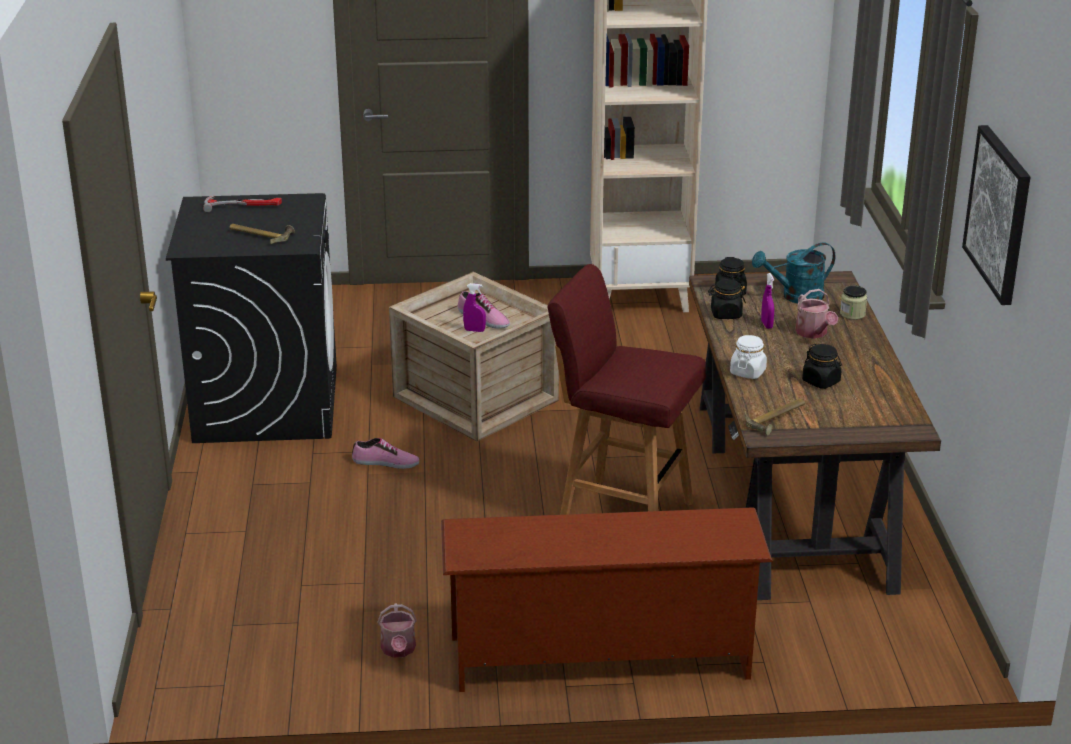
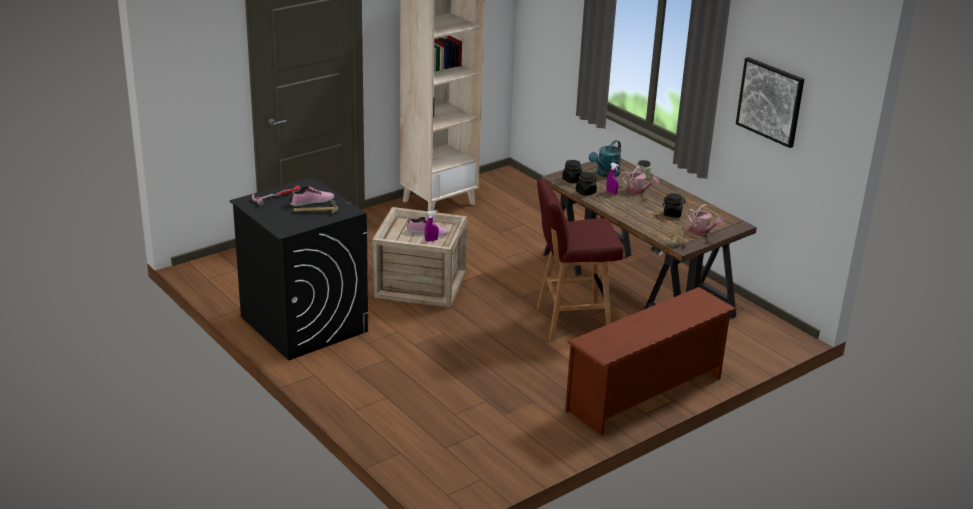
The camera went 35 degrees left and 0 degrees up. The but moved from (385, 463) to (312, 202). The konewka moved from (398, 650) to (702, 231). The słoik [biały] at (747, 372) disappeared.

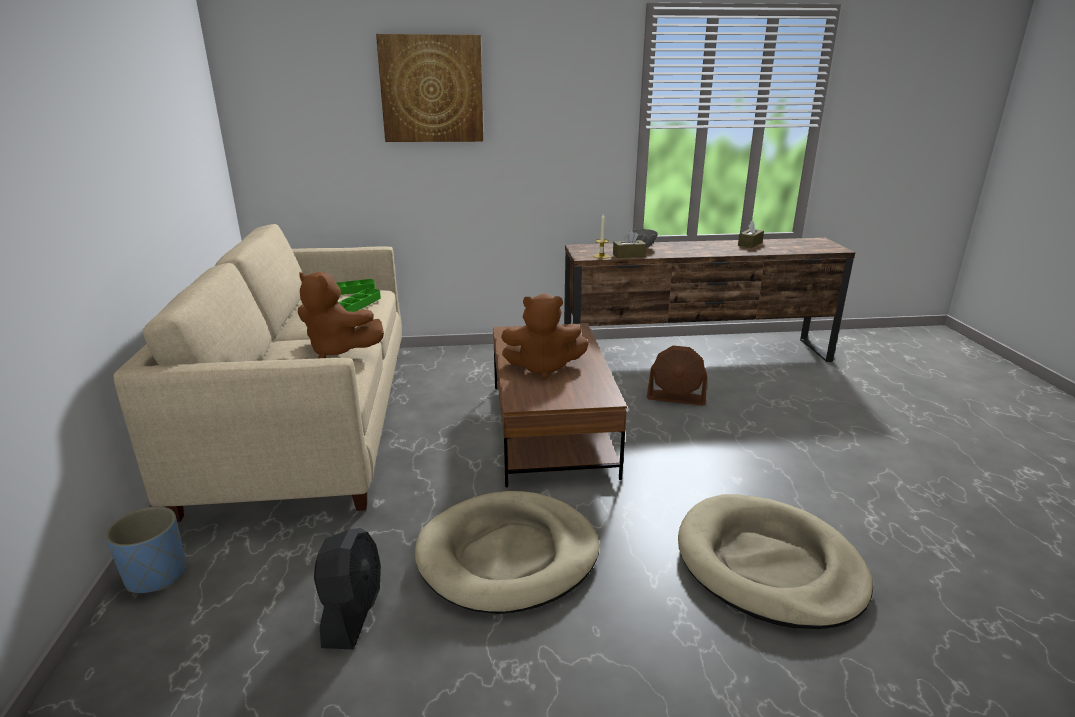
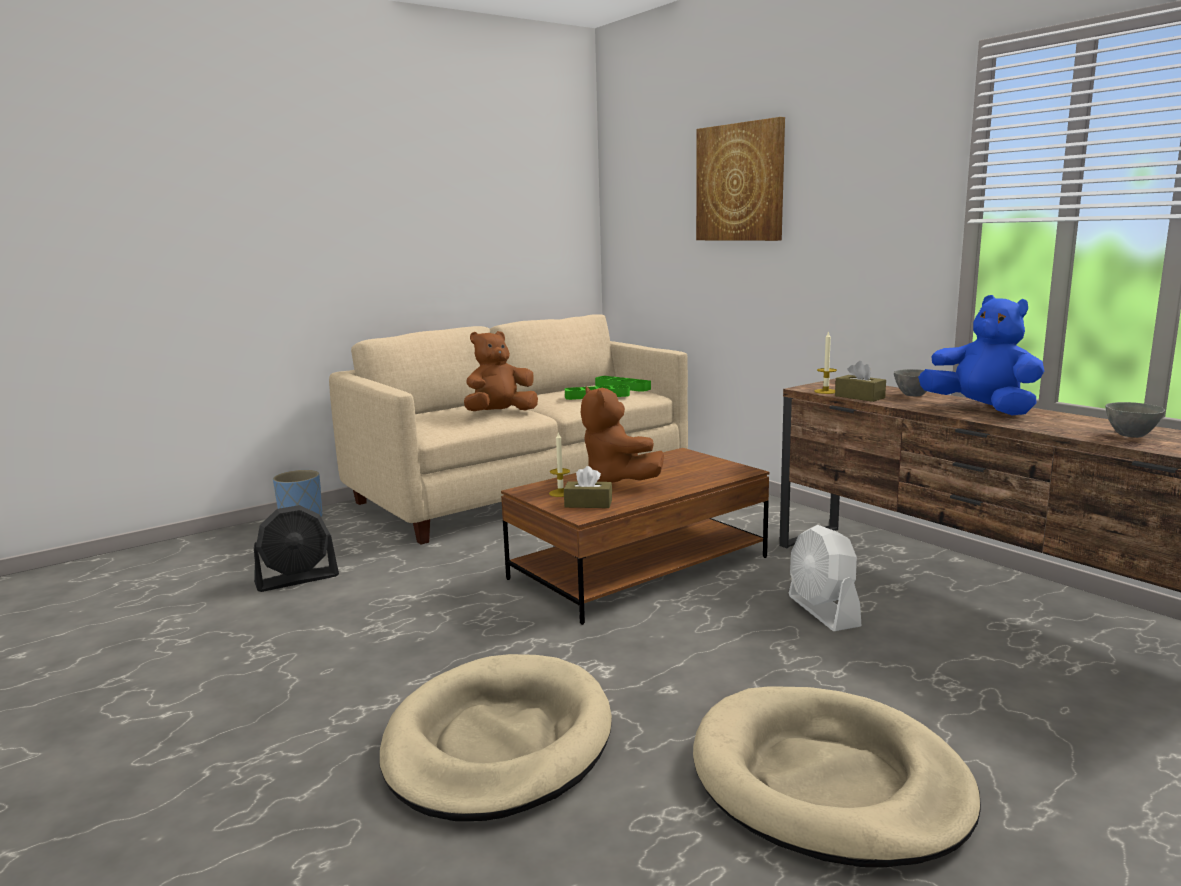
The camera went 60 degrees right and 10 degrees down. The pluszak [brązowy] at (338, 350) turned 60 degrees clockwise. The legowisko [beżowy] moved from (508, 555) to (828, 782). The wentylator [brązowy] at (676, 398) became the wentylator [biały] at (823, 611). The pudełko chusteczek [brązowy] moved from (750, 244) to (588, 504). The świeca at (560, 493) appeared. The pluszak [niebieski] at (982, 409) appeared. The miska [szary] at (1131, 436) appeared.

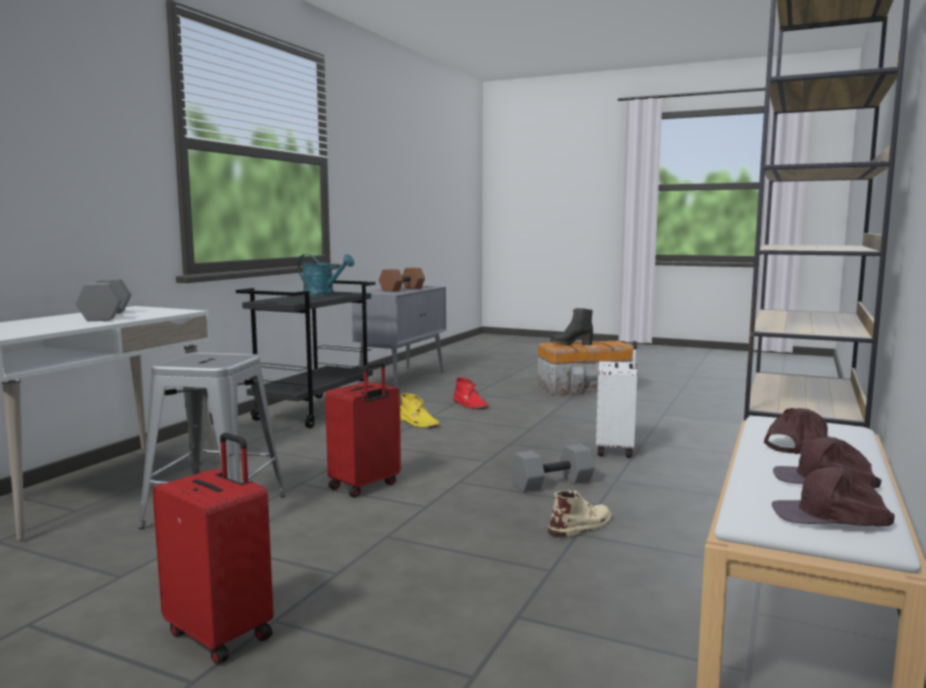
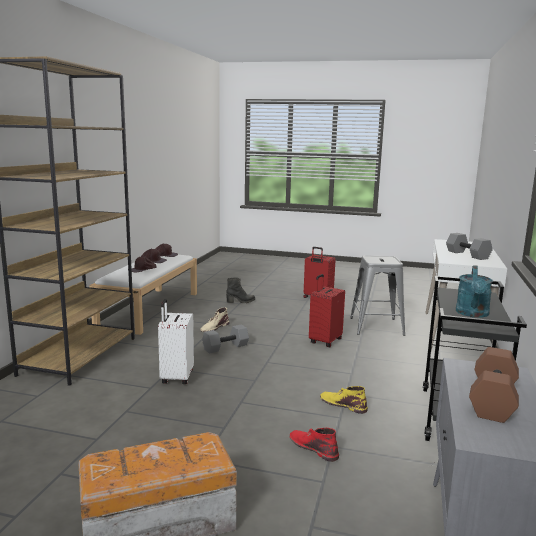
The camera went 170 degrees right and 5 degrees up. The konewka [turkusowy] at (323, 295) turned 90 degrees counterclockwise. The but z cholewką [czarny] moved from (571, 344) to (240, 301).

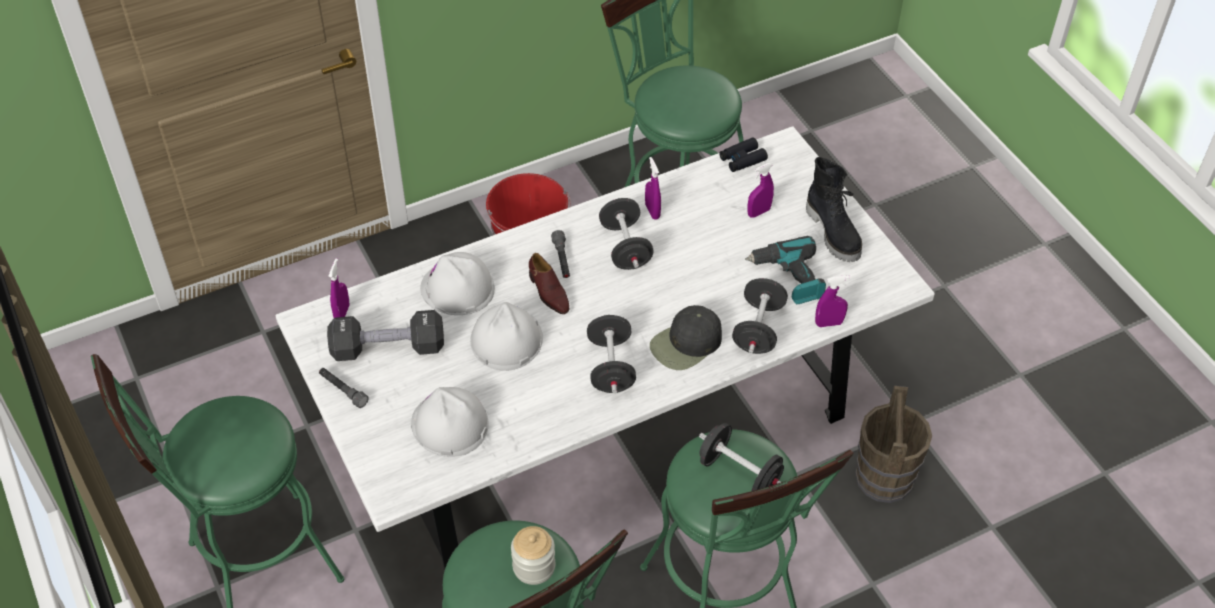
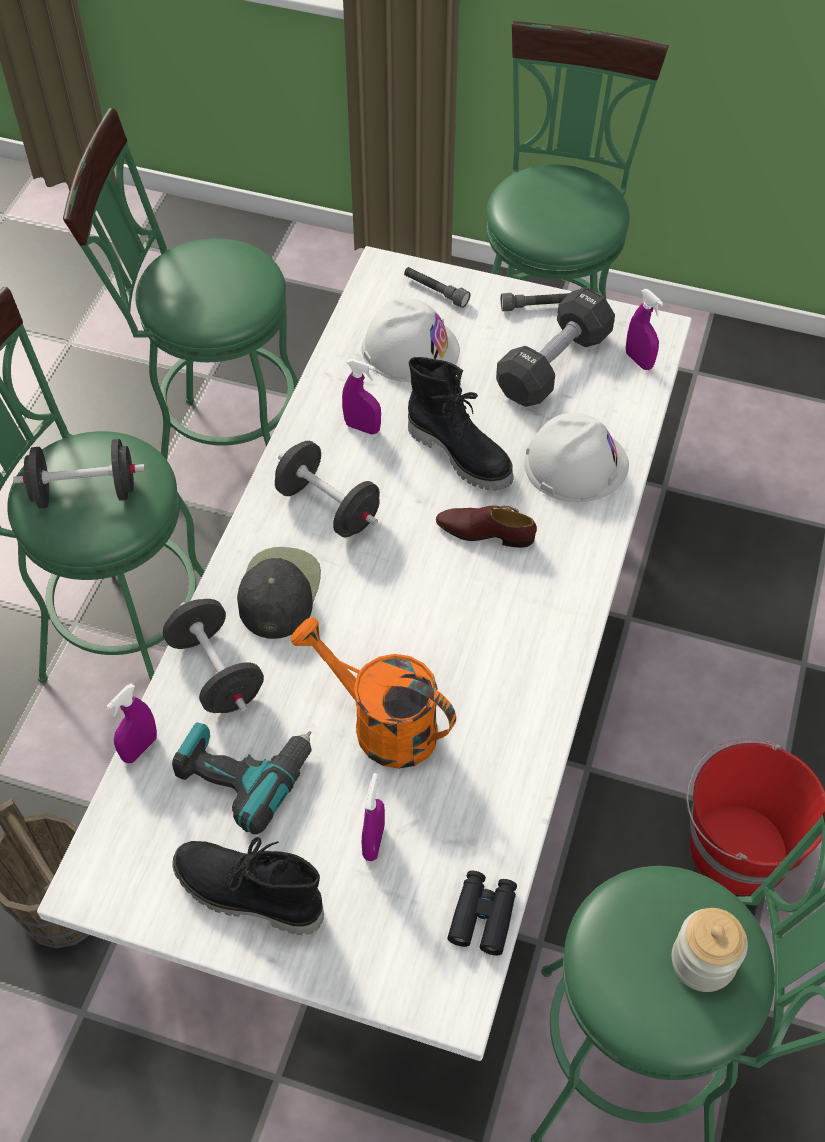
The camera went 135 degrees right and 5 degrees up. The kask [biały] at (506, 340) was replaced by the but z cholewką [czarny] at (461, 453). The słoik moved from (534, 567) to (703, 961). The latarka [szary] moved from (562, 259) to (435, 292). The hantel [czarny] at (625, 247) disappeared. The spryskiwacz [fioletowy] moved from (652, 211) to (362, 427). The konewka [pomarańczowy] at (381, 724) appeared.

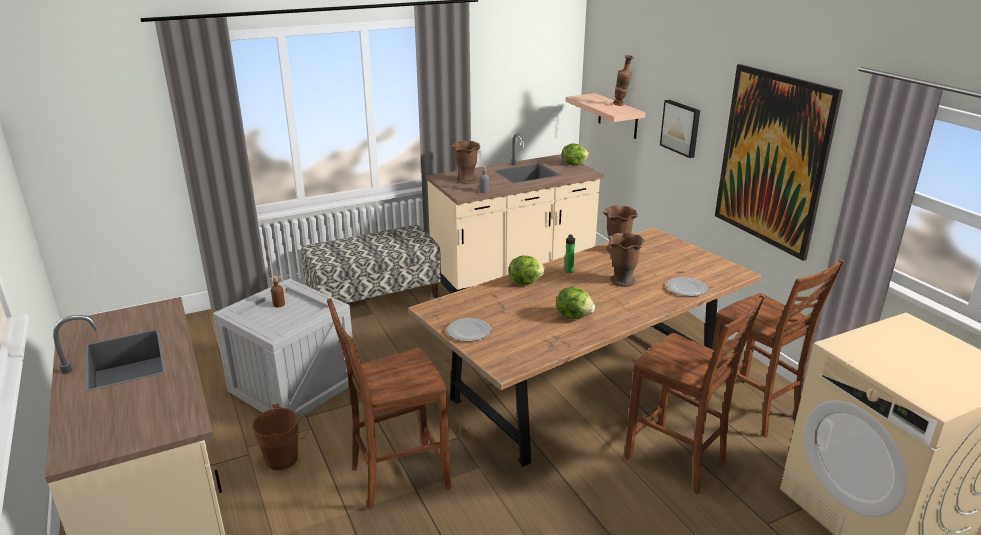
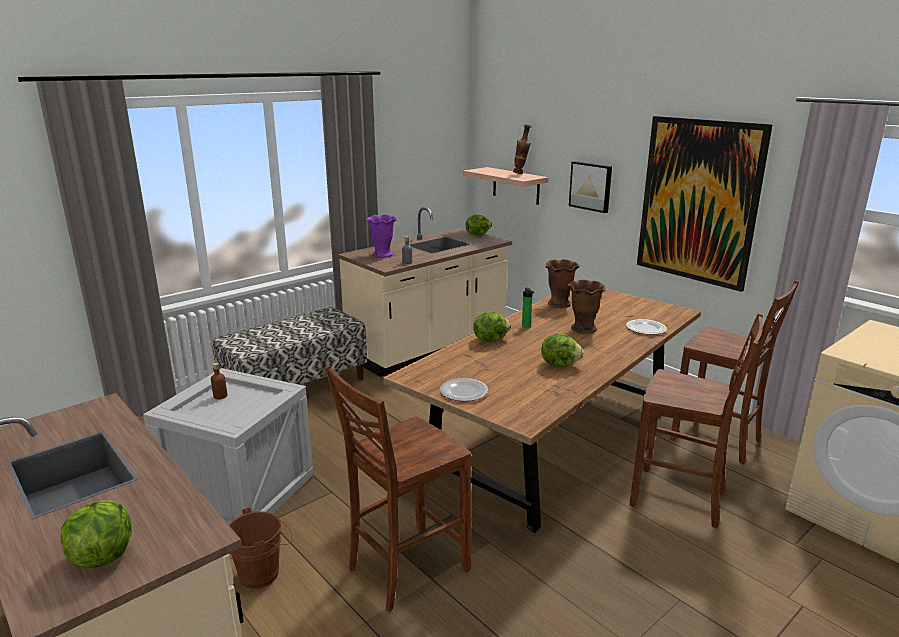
The camera went 15 degrees left and 5 degrees down. The wazon [brązowy] at (466, 180) became the wazon [fioletowy] at (382, 255). The sałata at (102, 555) appeared.

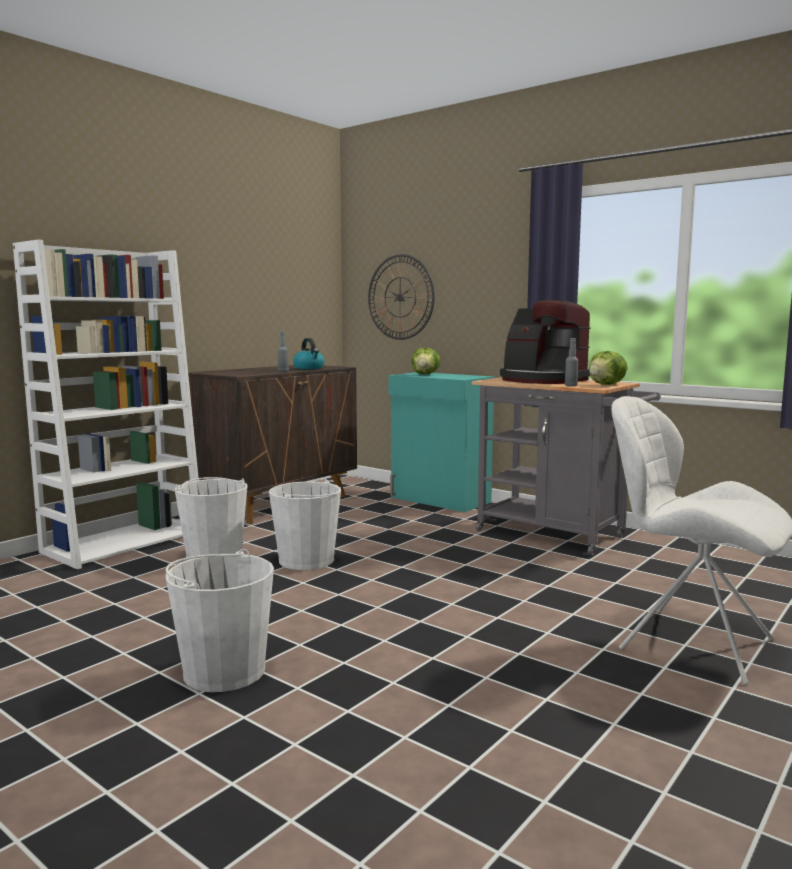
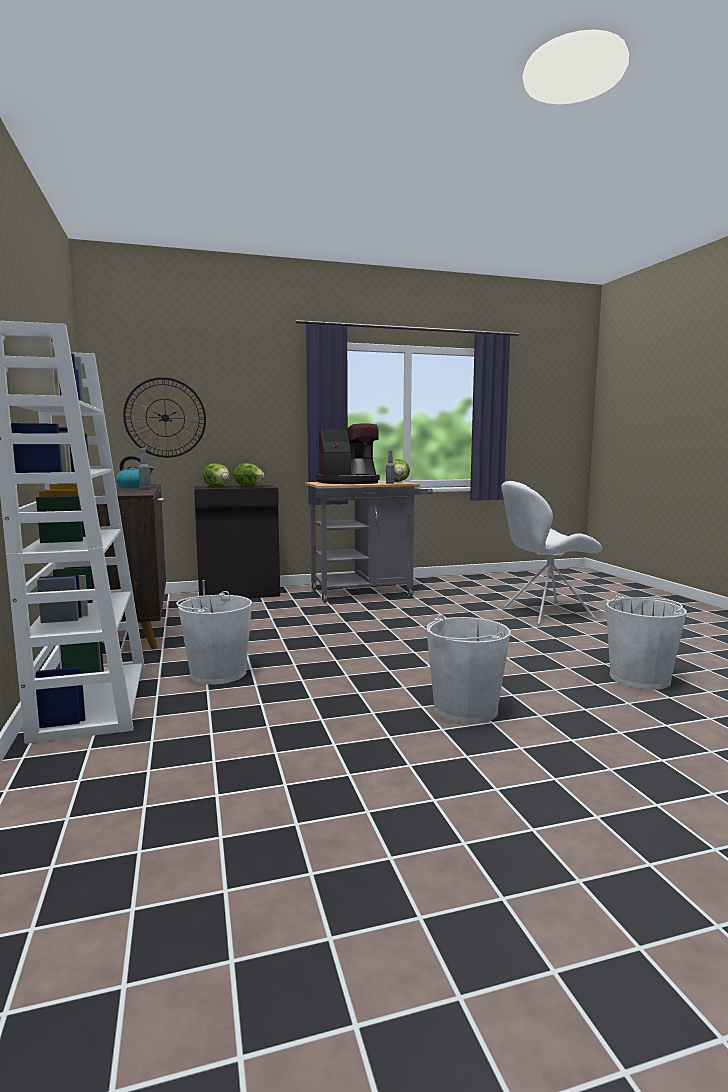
The camera went 55 degrees left and 0 degrees up. The wiadro [biały] moved from (307, 560) to (640, 678). The szafka [turkusowy] at (440, 500) became the szafka [czarny] at (239, 594). The sałata at (248, 486) appeared.

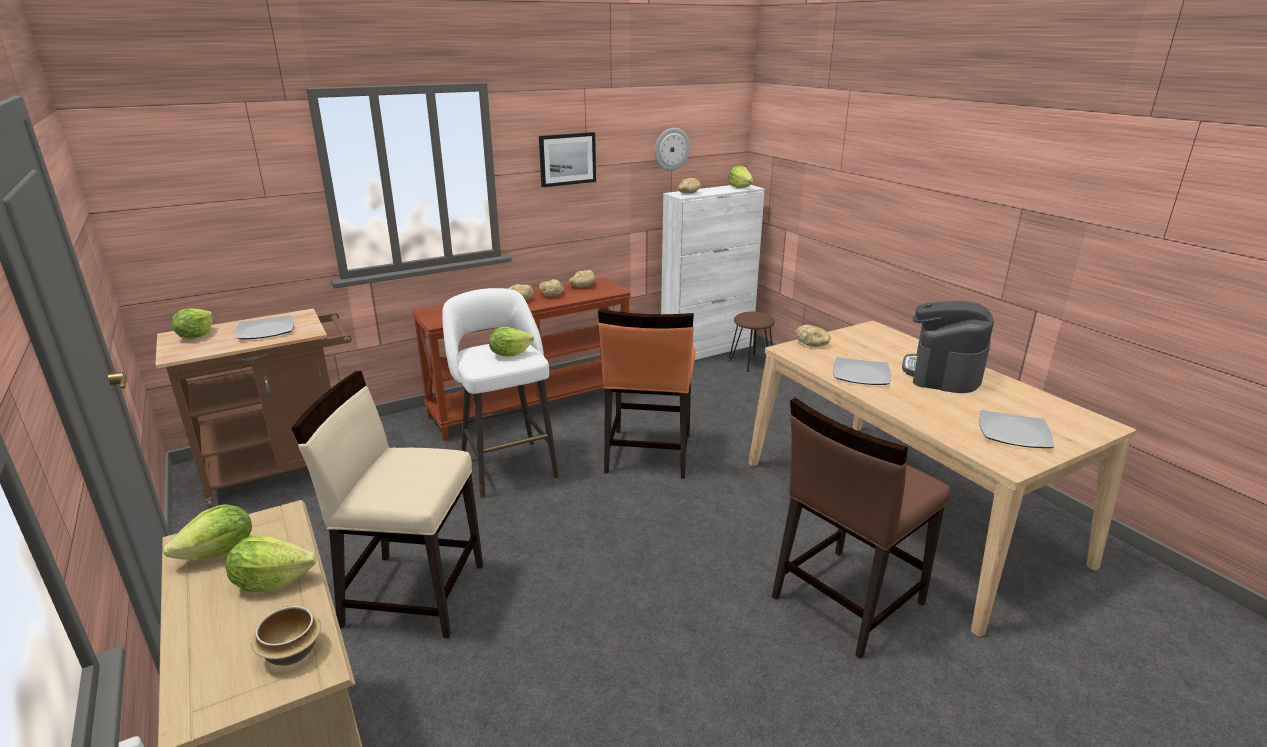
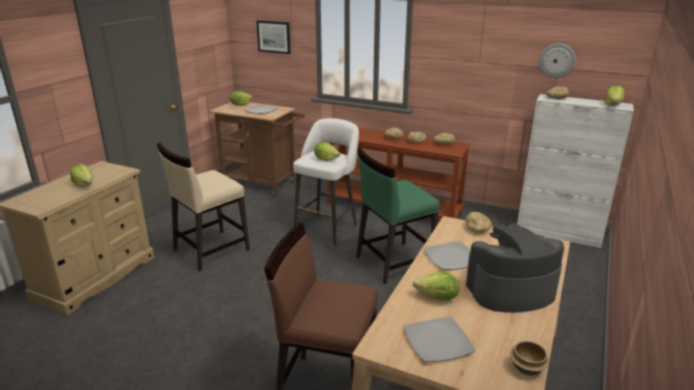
The camera went 55 degrees right and 0 degrees up. The sałata moved from (219, 552) to (437, 298). The miska moved from (291, 651) to (527, 367). The krzesło [beżowy] at (413, 593) turned 105 degrees counterclockwise. The obraz moved from (567, 159) to (274, 37). The krzesło [pomarańczowy] at (647, 454) became the krzesło [zielony] at (393, 262). The stołek [brązowy] at (751, 362) disappeared.

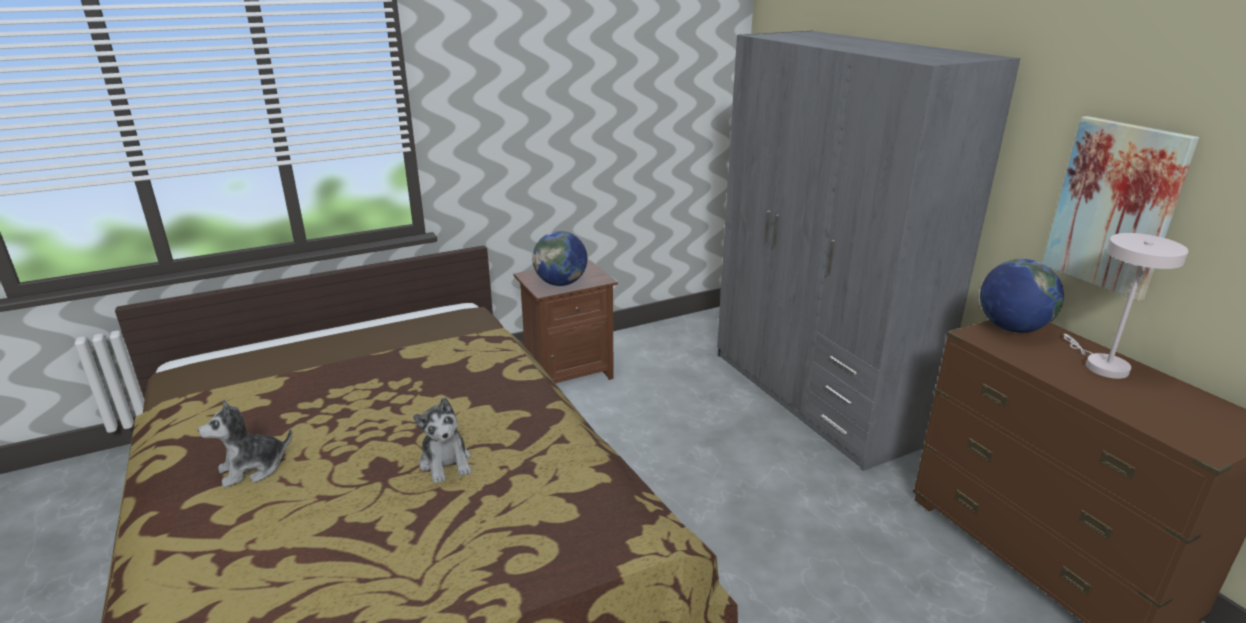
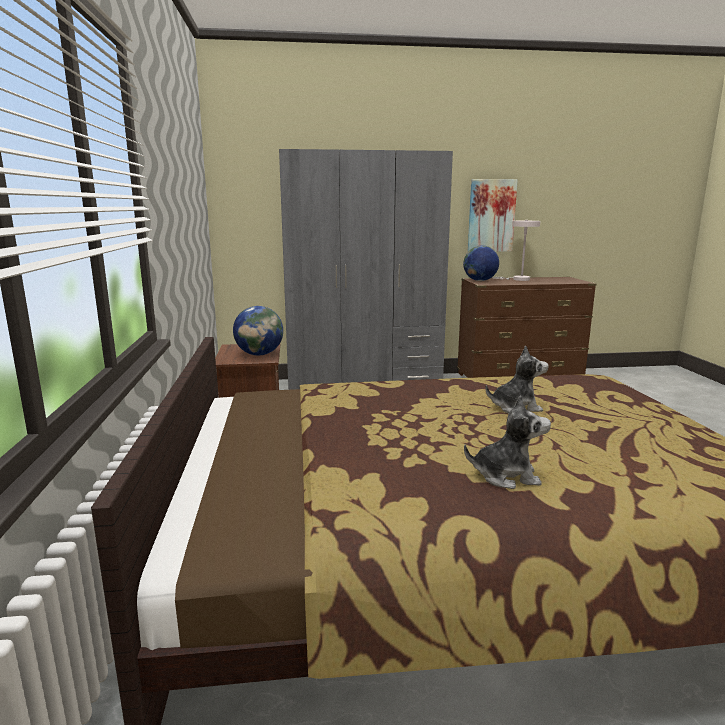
The camera went 70 degrees left and 10 degrees down. The pluszak at (252, 469) turned 75 degrees counterclockwise.

